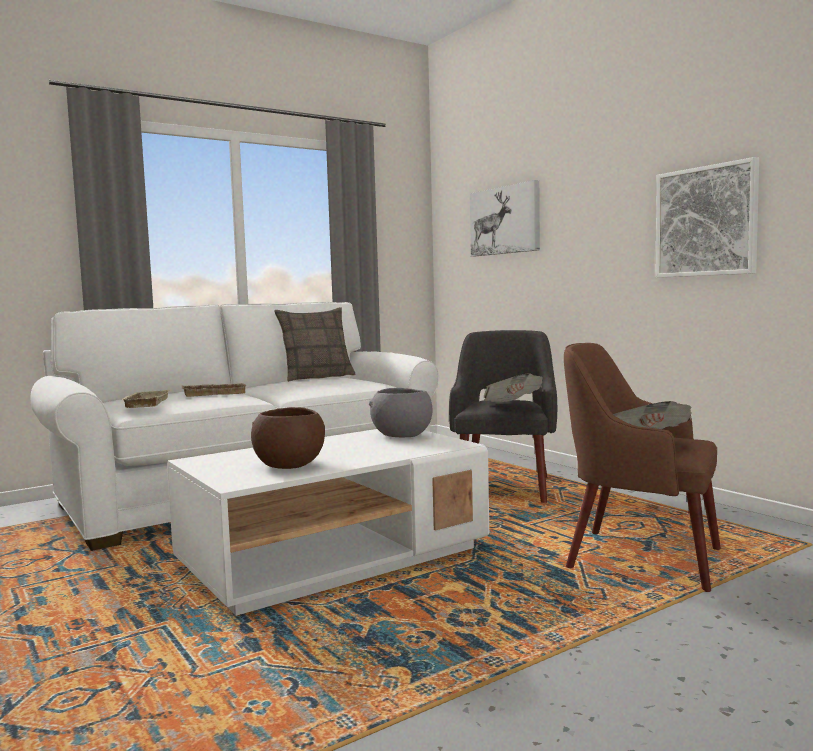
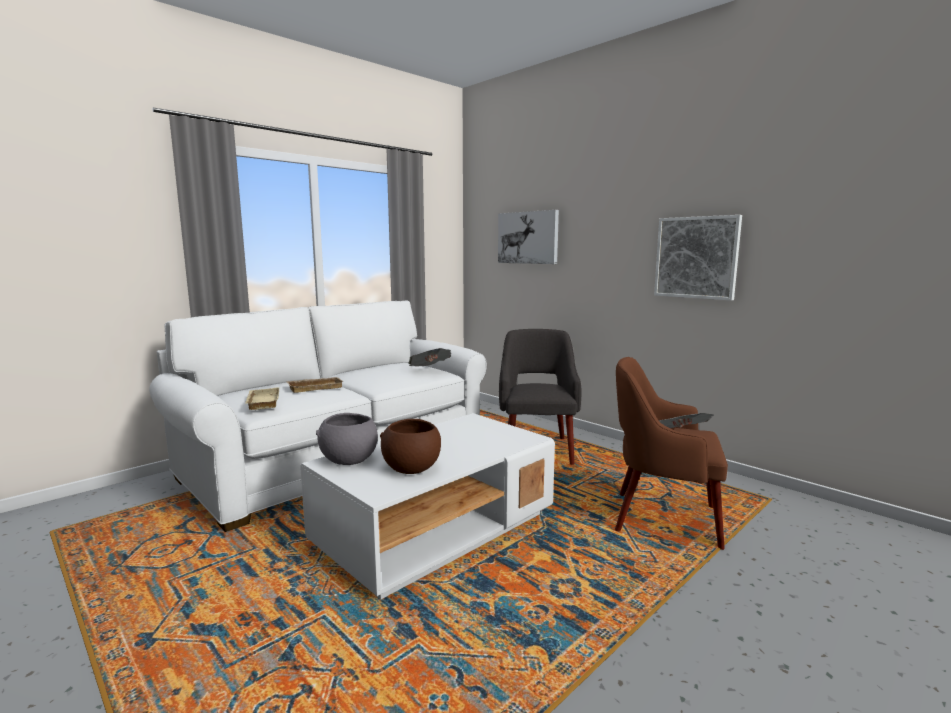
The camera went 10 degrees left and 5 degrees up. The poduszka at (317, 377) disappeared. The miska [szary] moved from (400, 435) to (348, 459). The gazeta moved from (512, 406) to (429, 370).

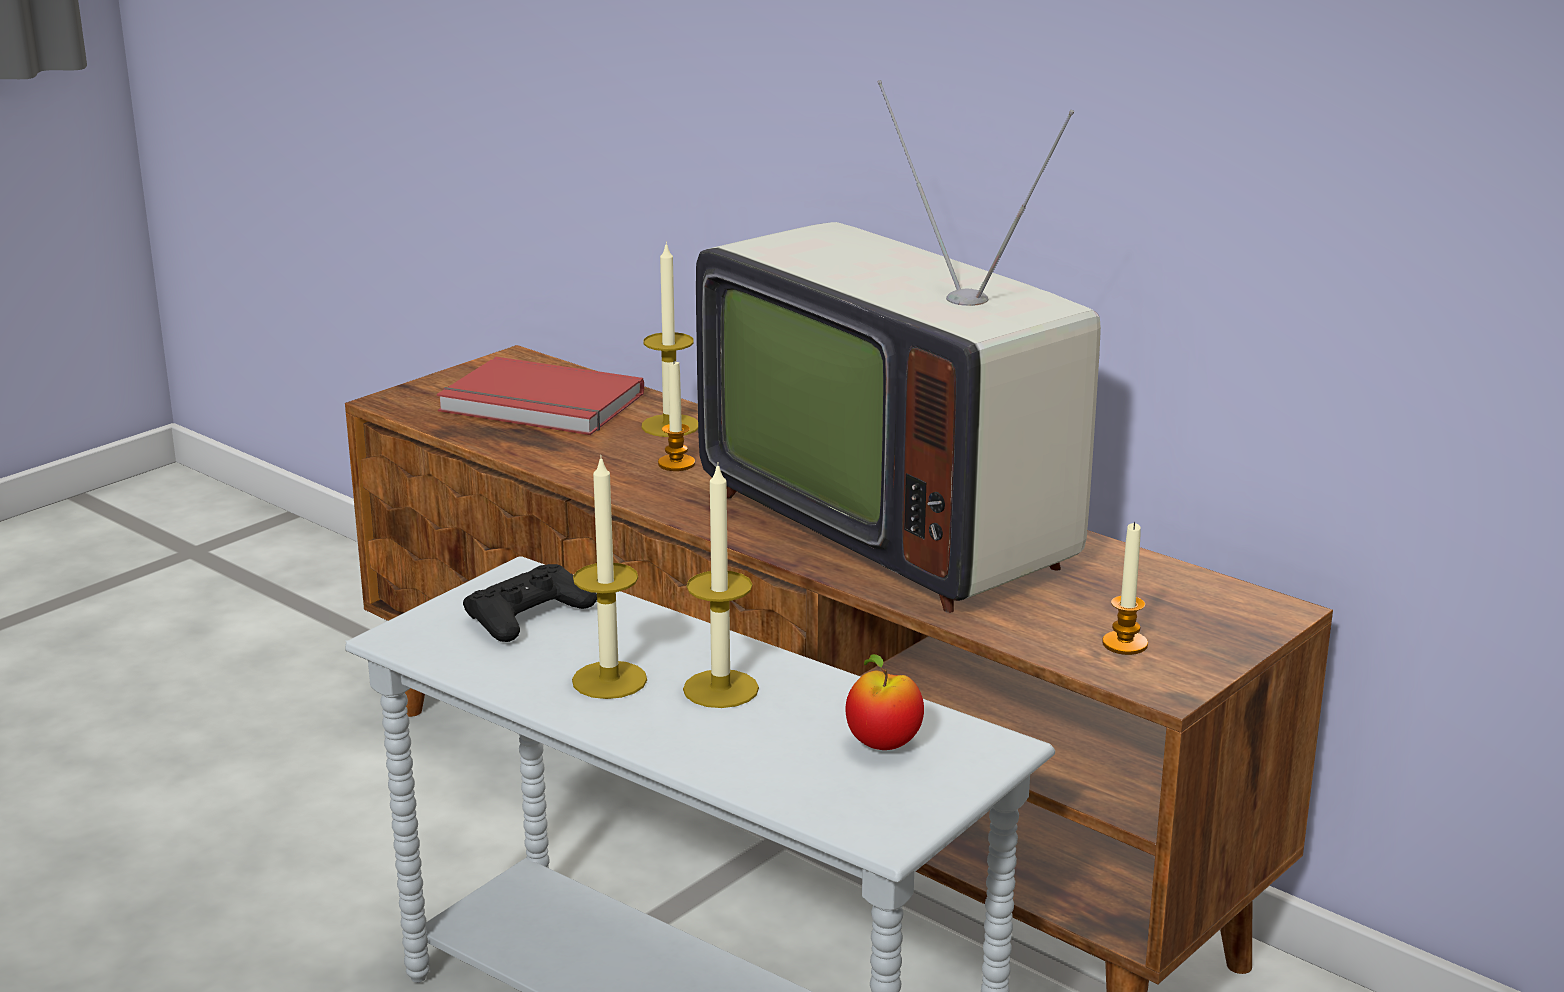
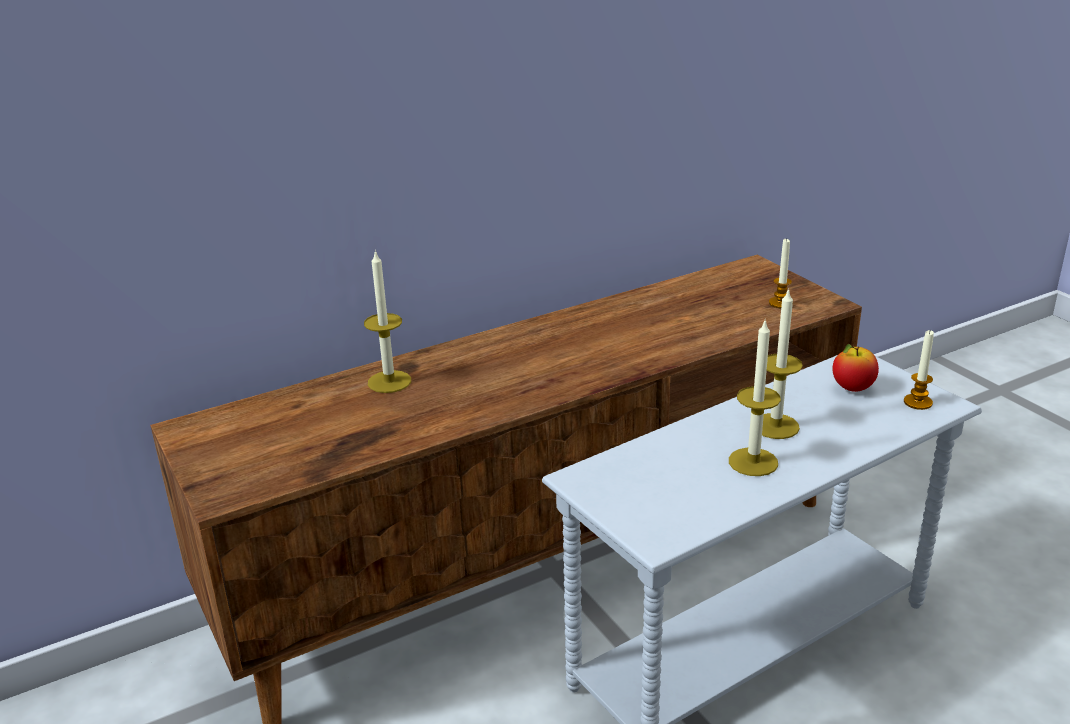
The camera went 70 degrees left and 5 degrees up. The książka [czerwony] at (540, 405) disappeared. The pad do gier [czarny] at (528, 615) disappeared. The świeca moved from (676, 464) to (917, 402). The telewizor at (895, 523) disappeared.

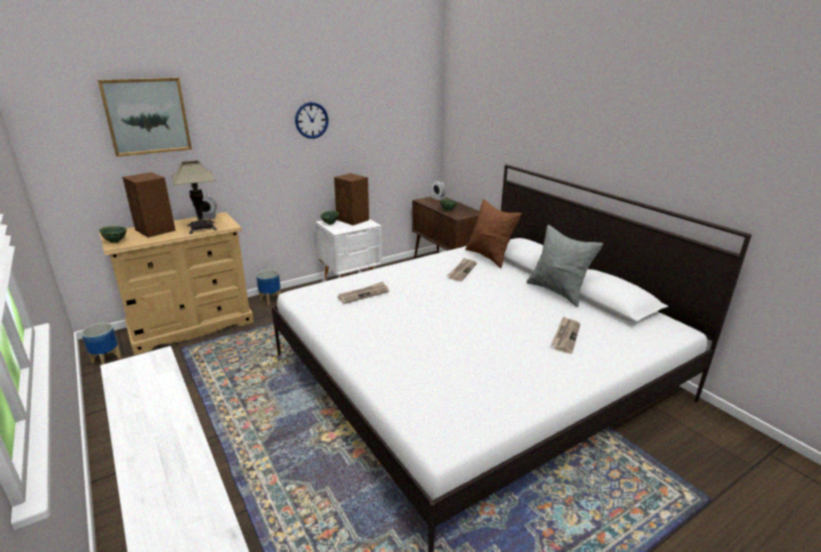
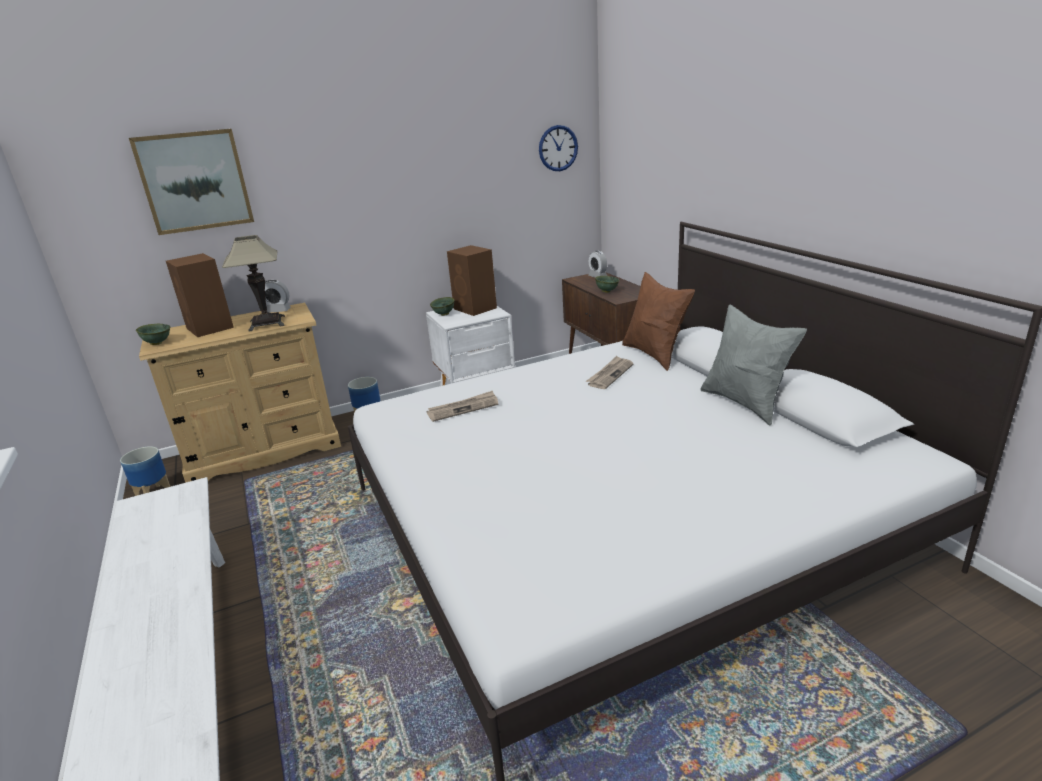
The camera went 10 degrees right and 0 degrees up. The zegar ścienny moved from (311, 120) to (558, 148). The gazeta at (565, 336) disappeared.

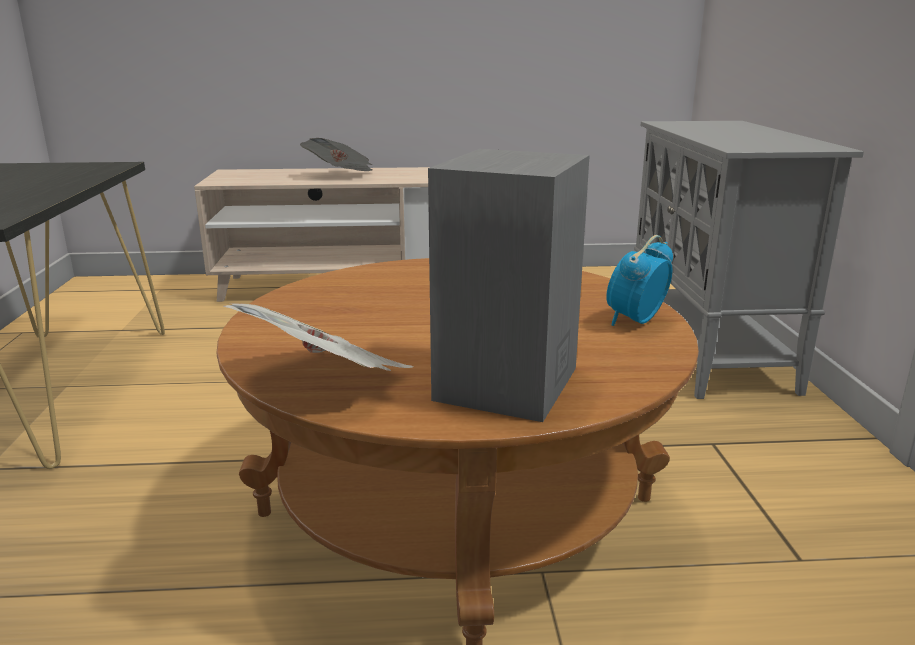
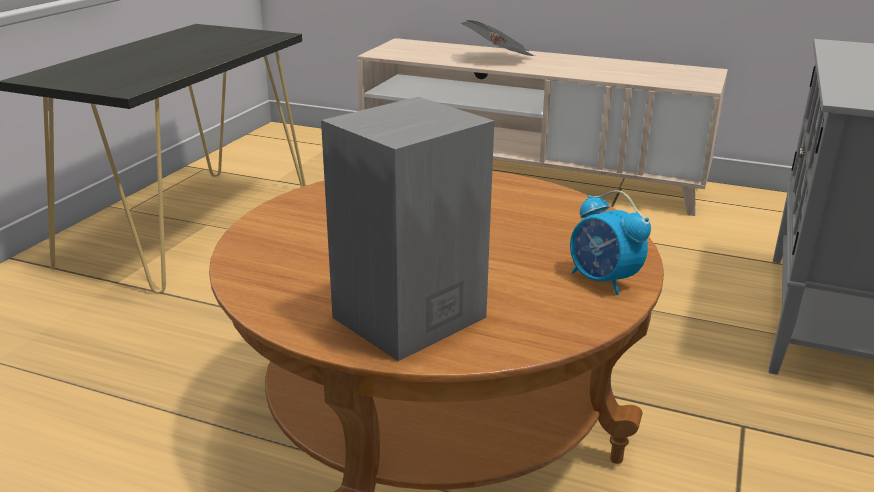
The camera went 25 degrees right and 5 degrees up. The gazeta at (326, 381) disappeared. The budzik at (635, 321) turned 105 degrees counterclockwise.

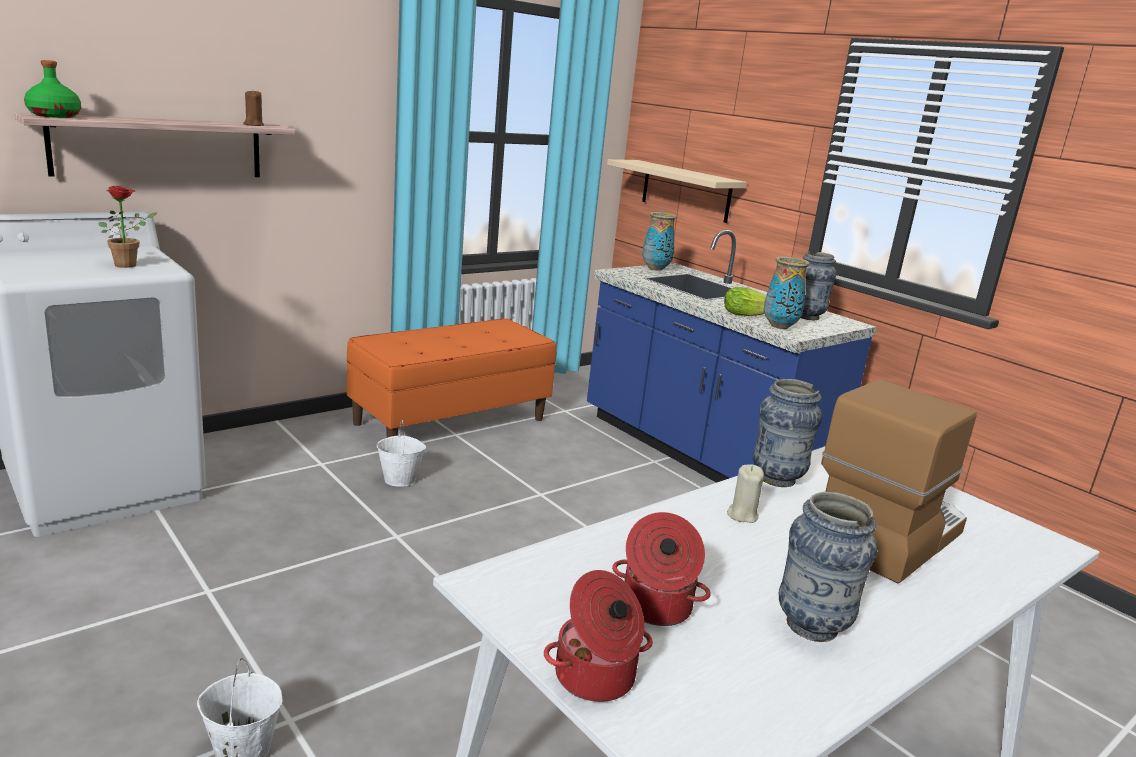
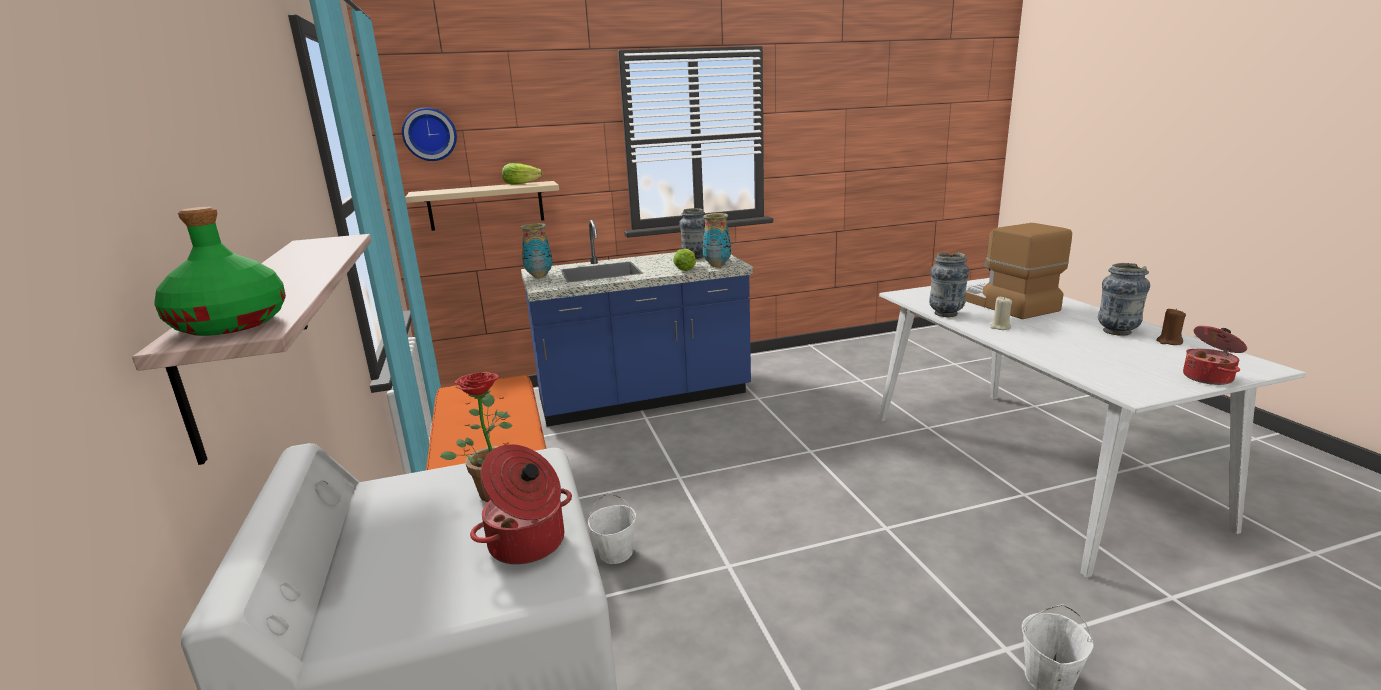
The camera went 65 degrees left and 0 degrees up. The świeca [brązowy] moved from (253, 125) to (1169, 342). The garnek moved from (655, 608) to (528, 544). The zegar ścienny at (429, 134) appeared. The sałata at (523, 183) appeared.

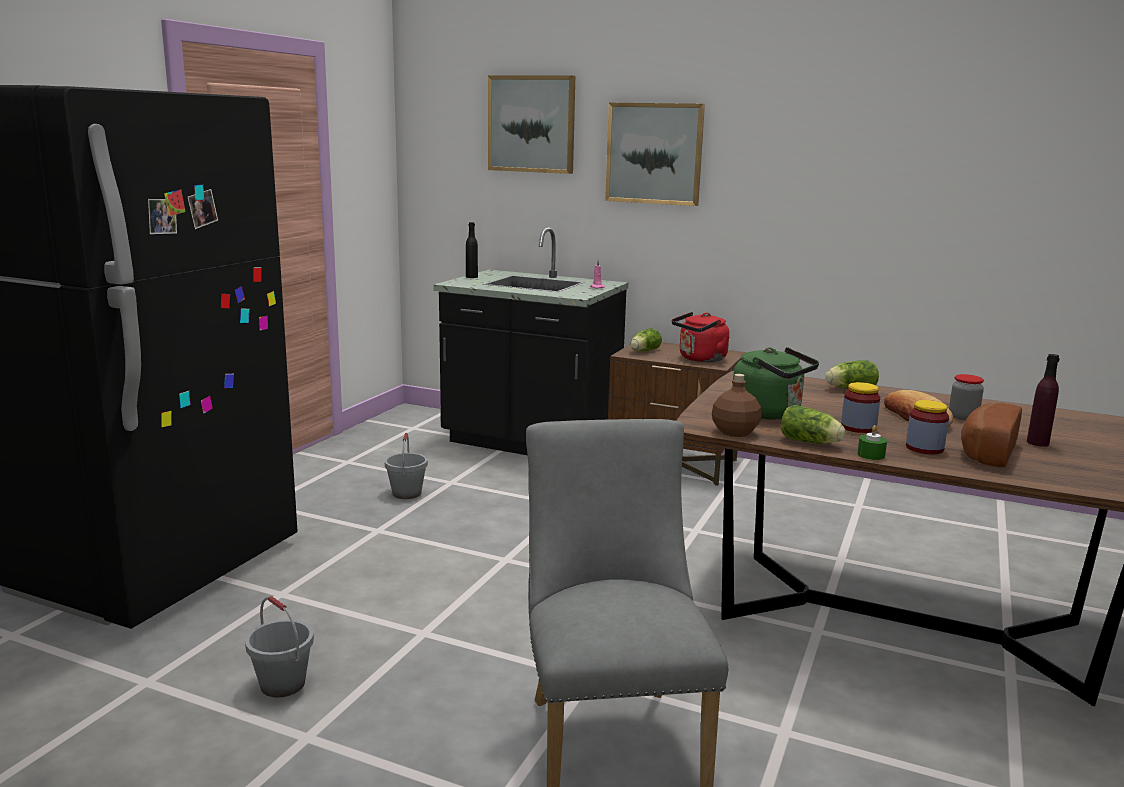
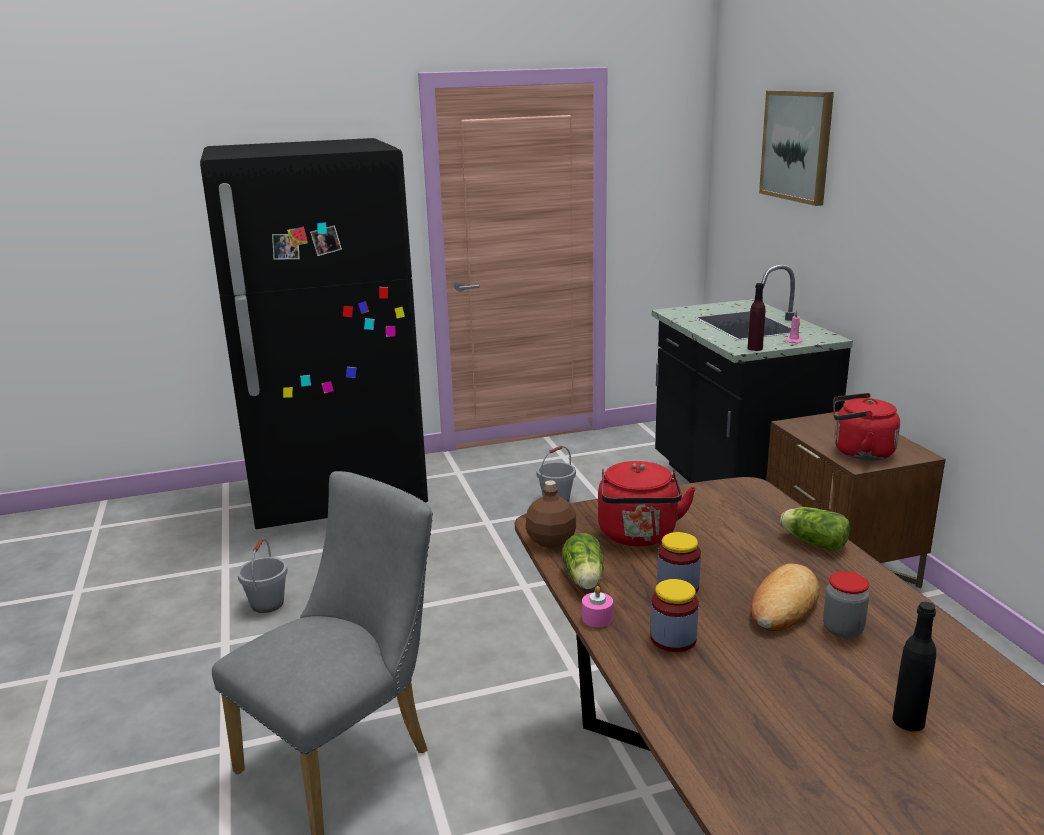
The camera went 50 degrees right and 5 degrees up. The butelka [czarny] moved from (471, 277) to (908, 721). The obraz at (654, 153) disappeared. The sałata at (644, 351) disappeared. The czajnik [zielony] at (770, 414) became the czajnik [czerwony] at (638, 536). The świeca [zielony] at (871, 455) became the świeca [różowy] at (597, 618). The chleb at (985, 452) disappeared. The butelka [fioletowy] moved from (1037, 443) to (755, 348).

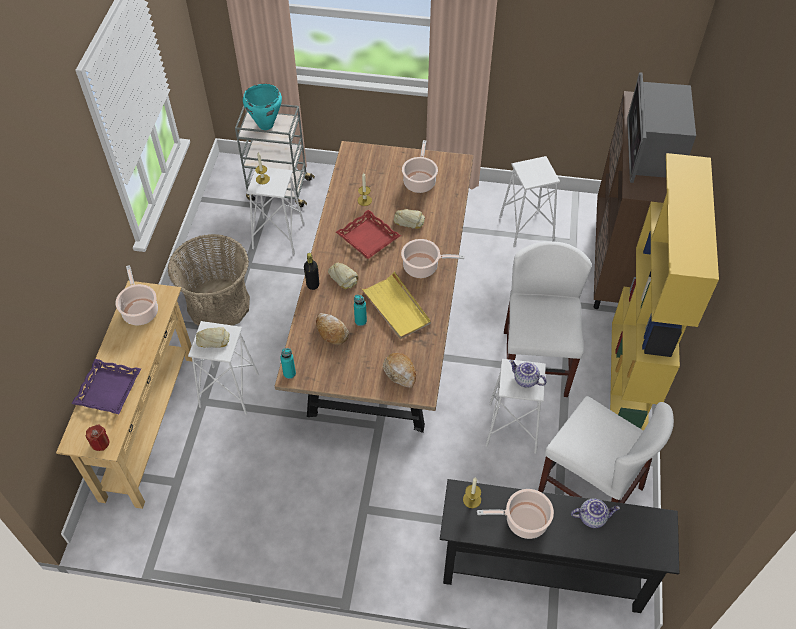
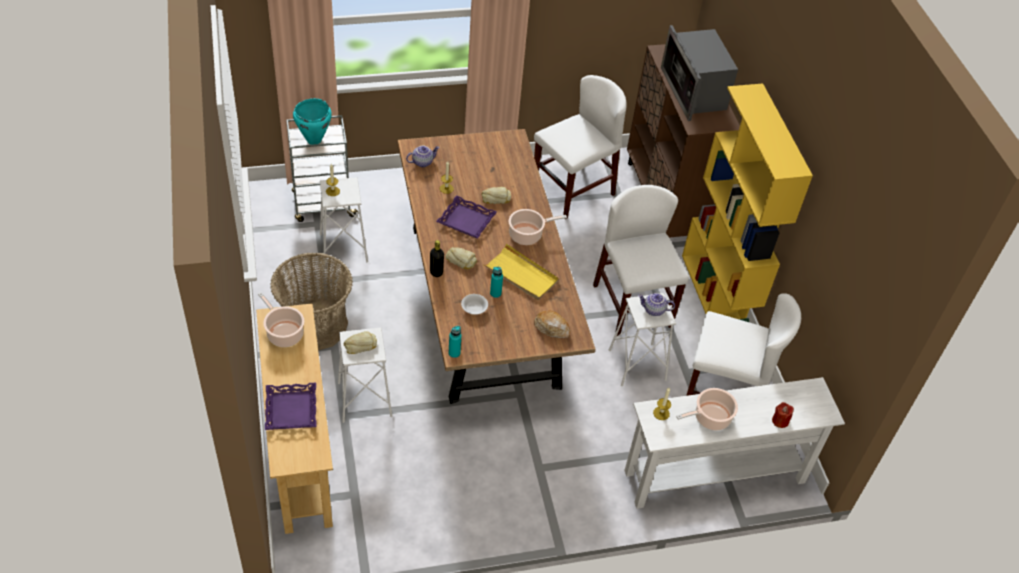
The camera went 25 degrees left and 5 degrees down. The świeca [czerwony] moved from (100, 443) to (780, 421). The chleb at (331, 331) was replaced by the miska [biały] at (474, 308). The taca [czerwony] at (367, 238) became the taca [fioletowy] at (466, 221). The garnek at (419, 181) disappeared. The stolik konsolowy [czarny] at (542, 575) became the stolik konsolowy [biały] at (715, 477). The stołek [biały] at (526, 228) was replaced by the krzesło [biały] at (573, 191). The imbryk moved from (592, 517) to (422, 162).

